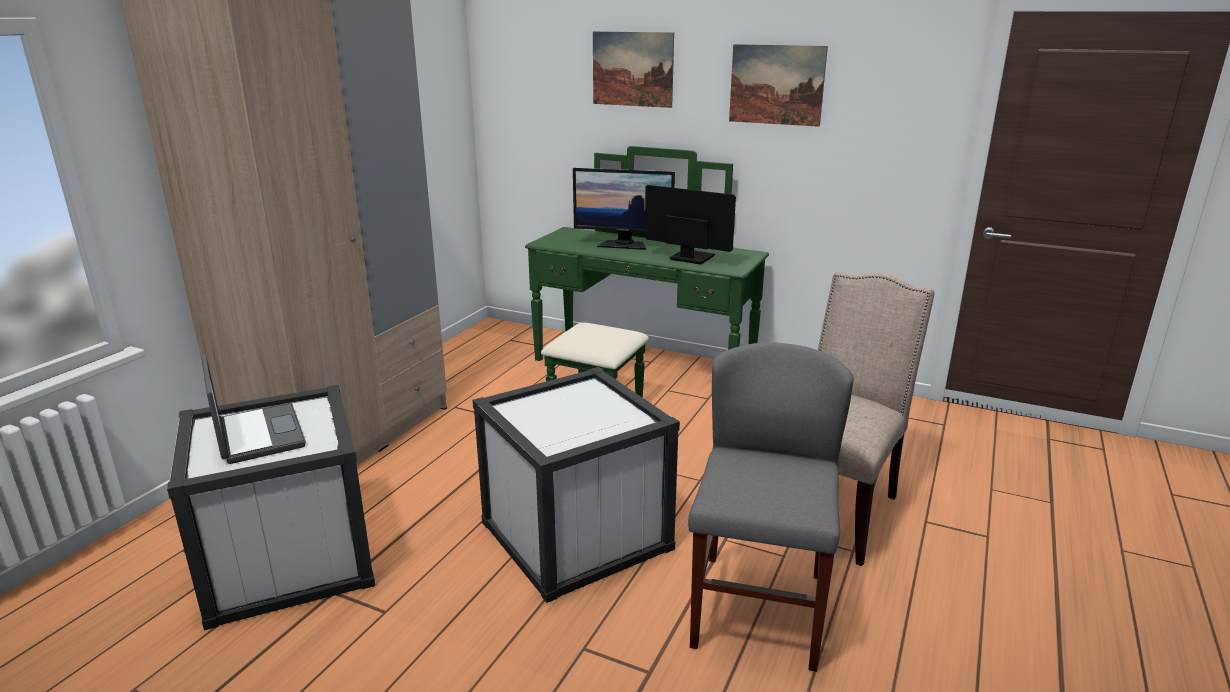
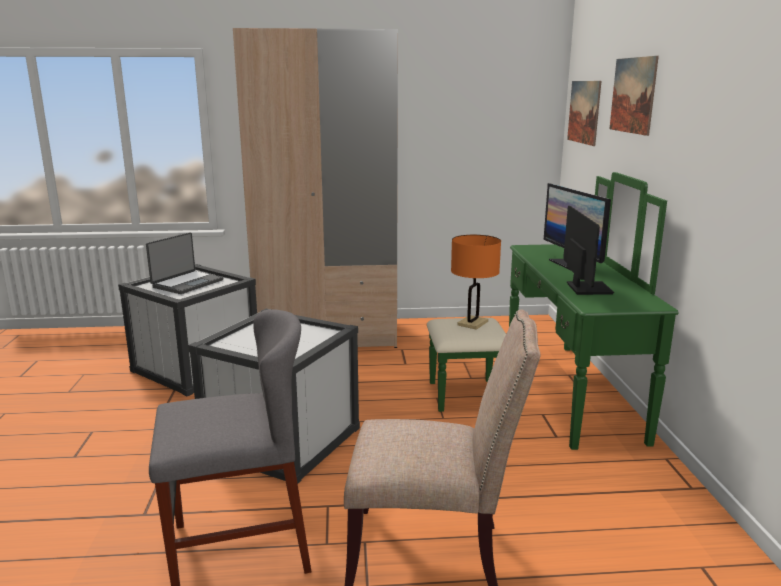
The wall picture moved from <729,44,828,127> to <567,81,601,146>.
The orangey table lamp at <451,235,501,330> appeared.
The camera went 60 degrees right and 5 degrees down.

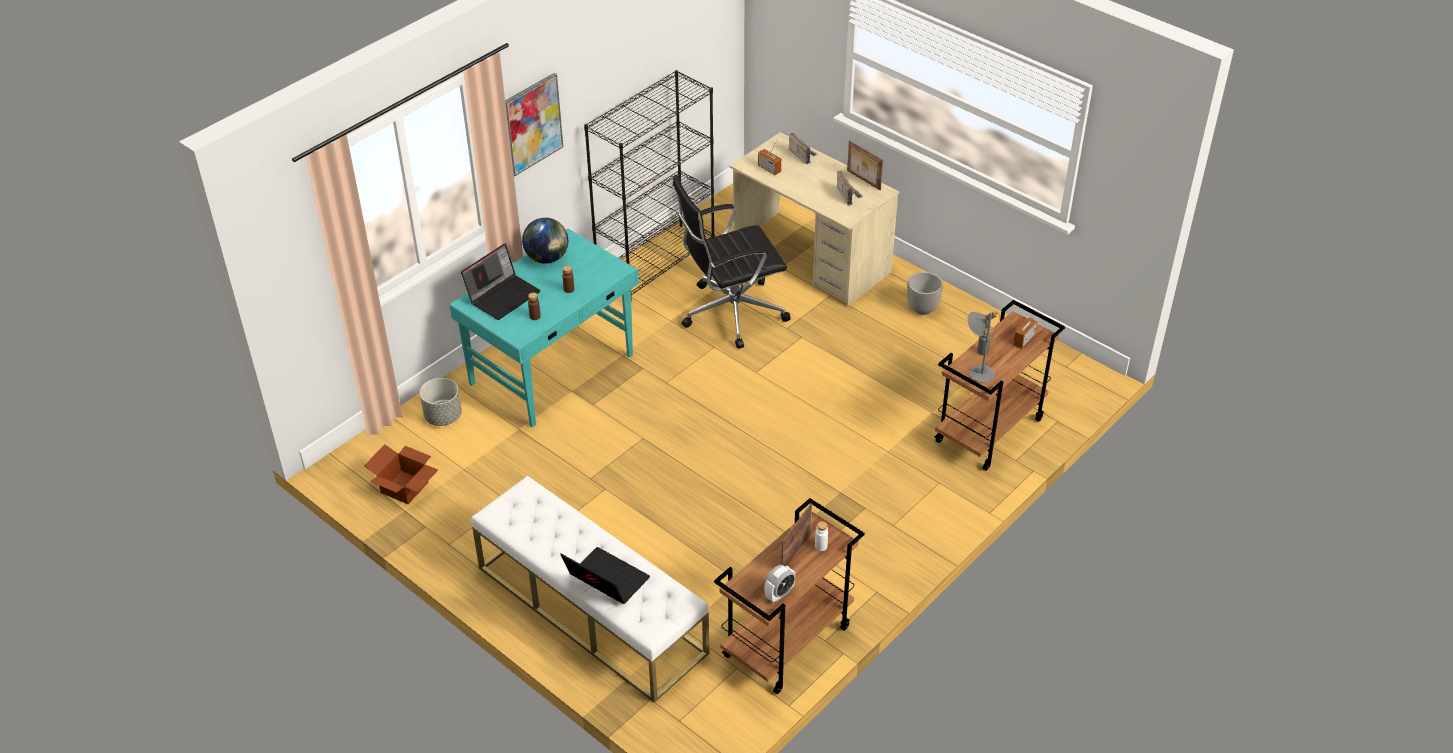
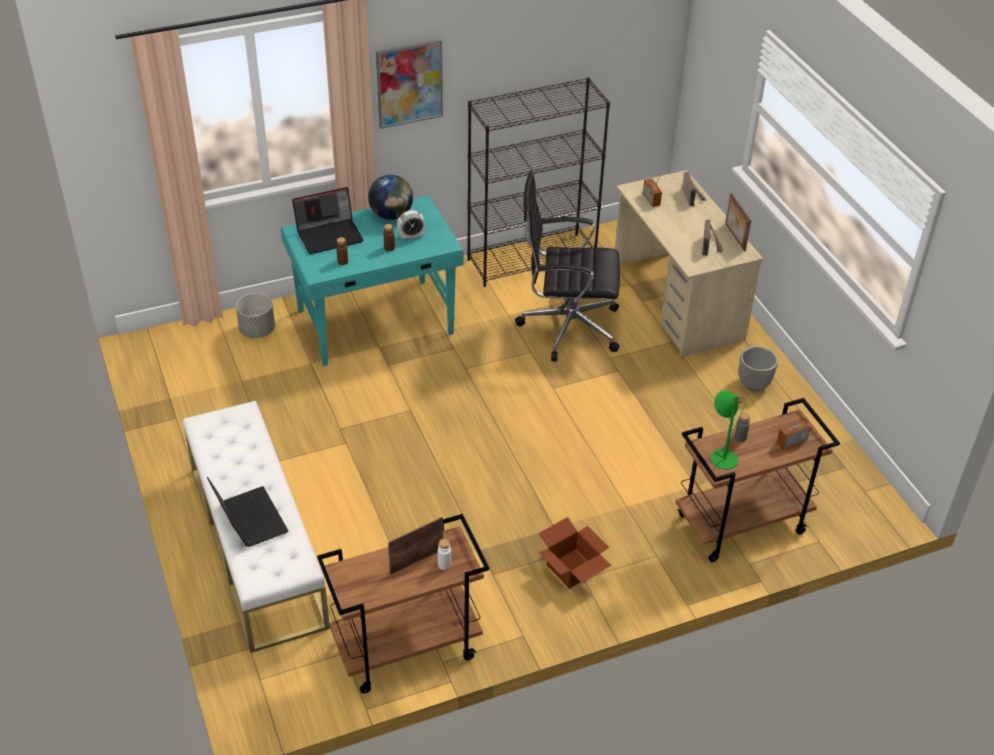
The greyish table lamp at <967,311,1000,383> became the greenish table lamp at <710,390,746,470>.
The cardboard box moved from <364,444,438,504> to <539,517,611,589>.
The bedside clock moved from <764,565,795,602> to <397,210,425,240>.
The camera went 25 degrees right and 0 degrees up.

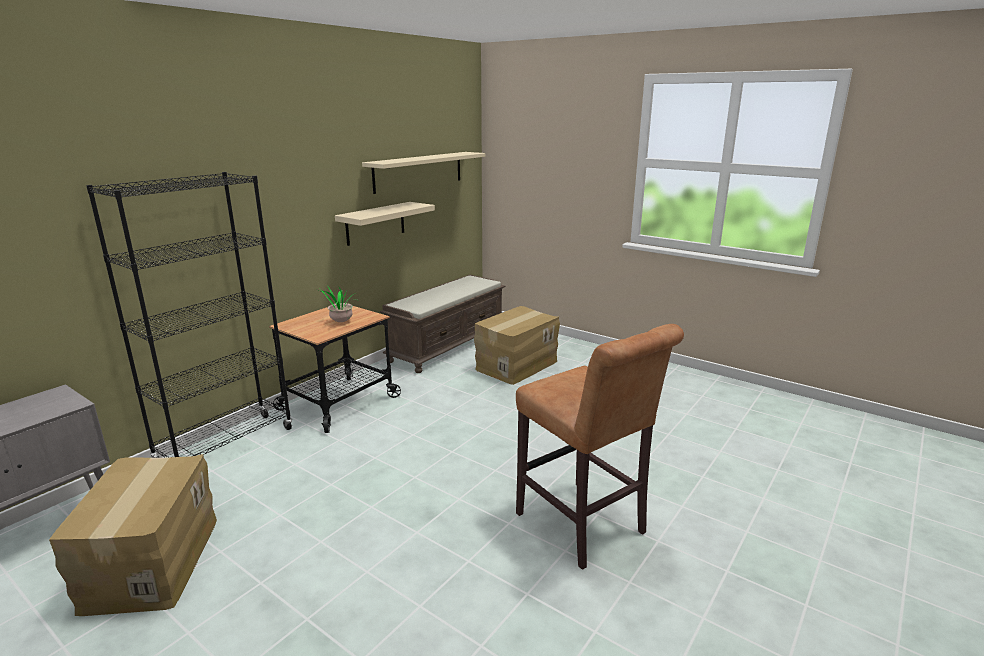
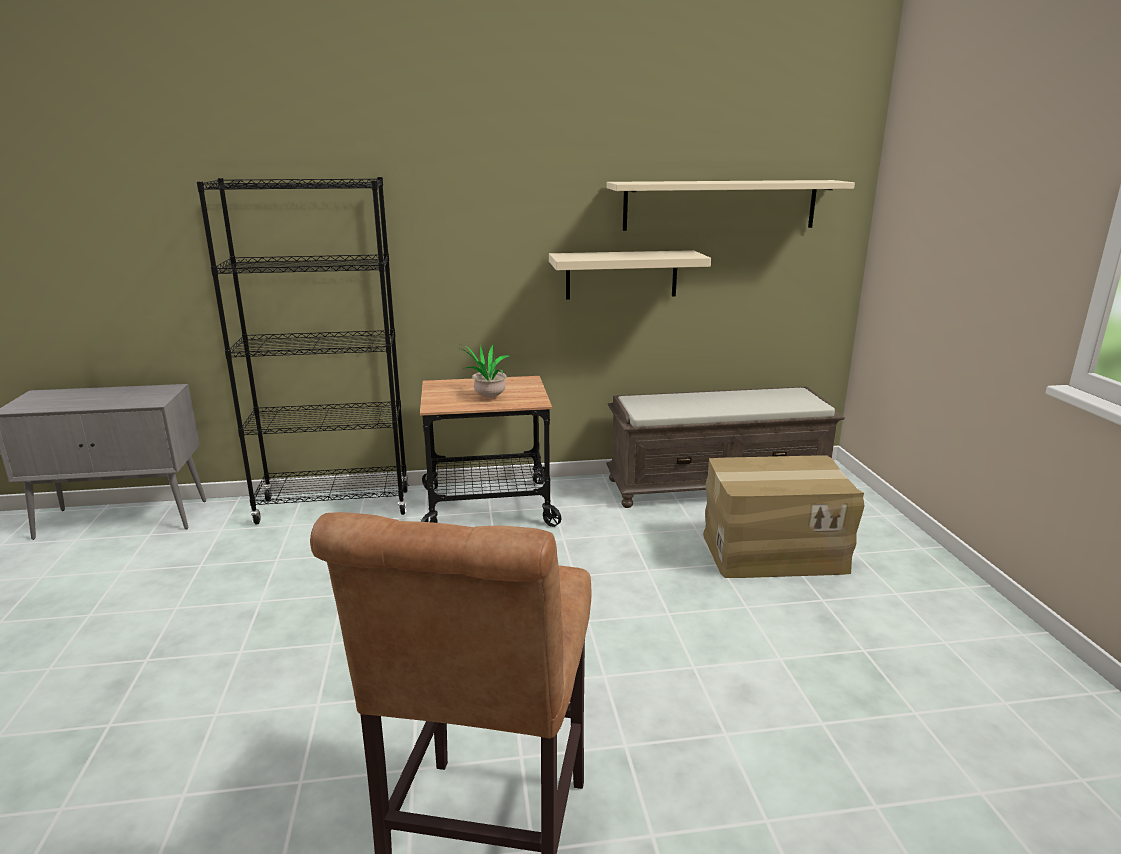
The cardboard box at <49,454,217,616> disappeared.
The camera went 45 degrees right and 0 degrees up.

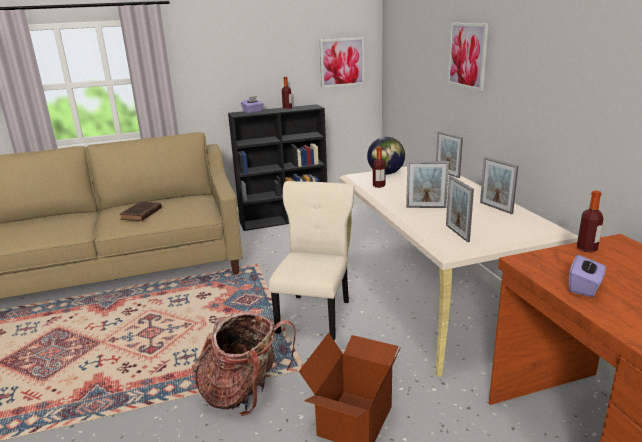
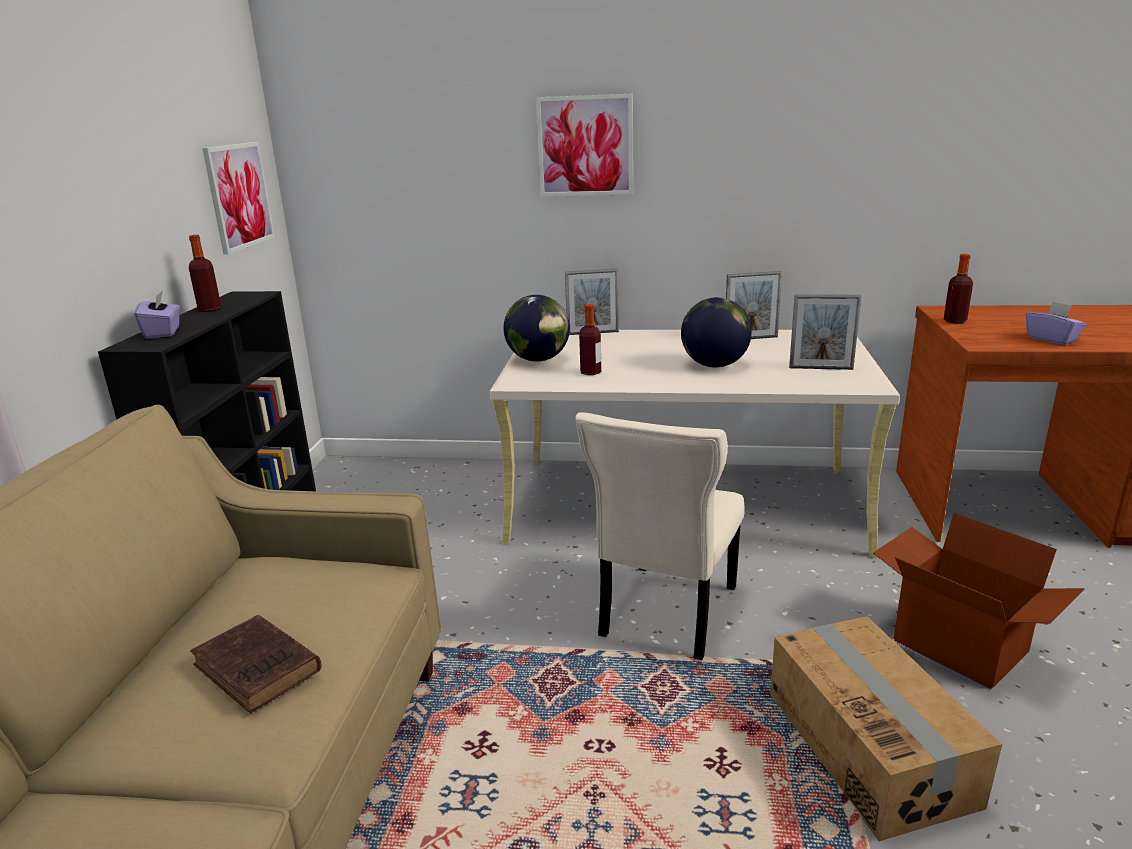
The photo frame at <406,161,449,208> was replaced by the world globe at <681,297,752,367>.
The sand-coloured chair at <269,181,354,340> turned 105 degrees counterclockwise.
The knapsack at <192,312,296,416> was replaced by the cardboard box at <770,616,1002,841>.
The camera went 65 degrees left and 0 degrees up.

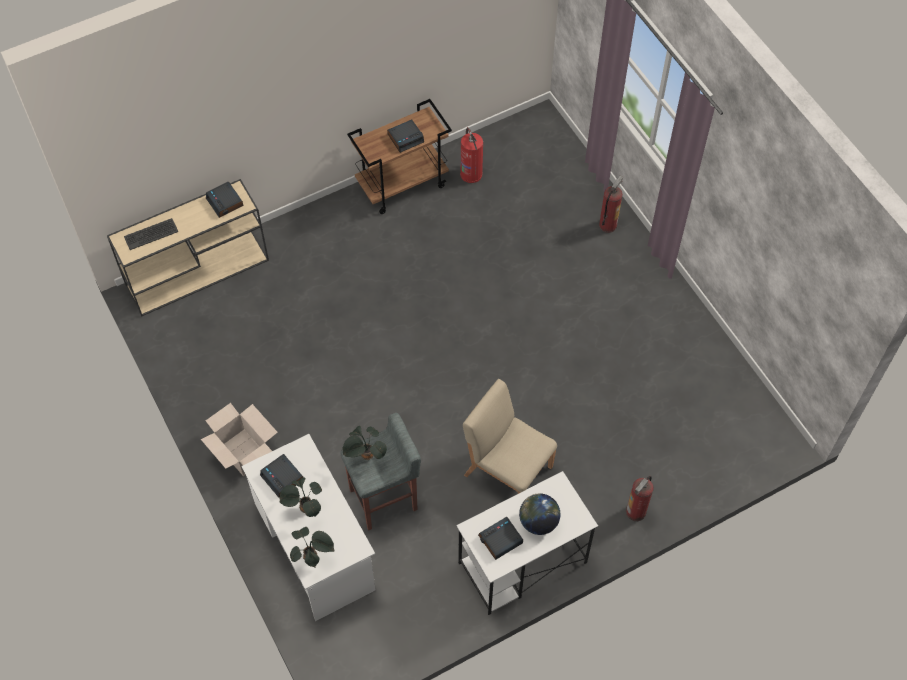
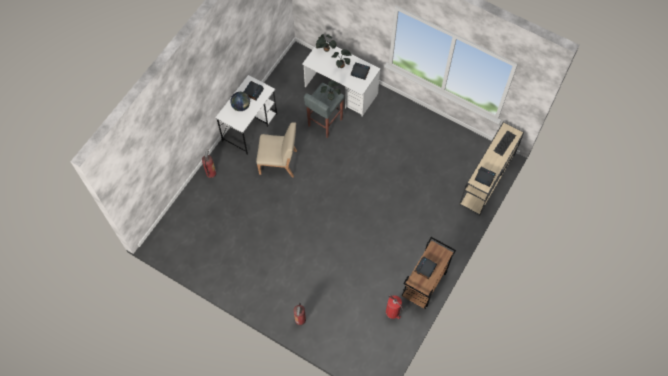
The cardboard box at <201,403,278,476> disappeared.
The camera went 150 degrees right and 5 degrees up.

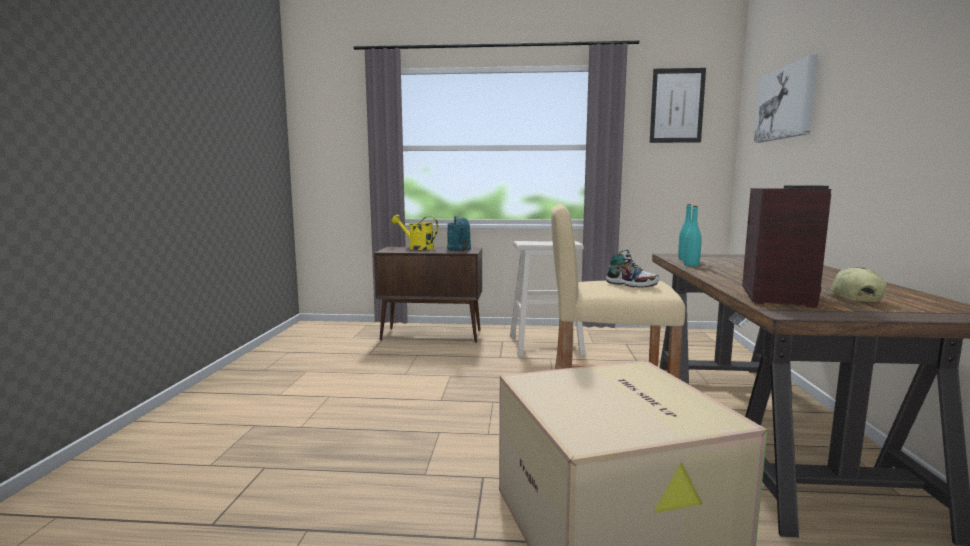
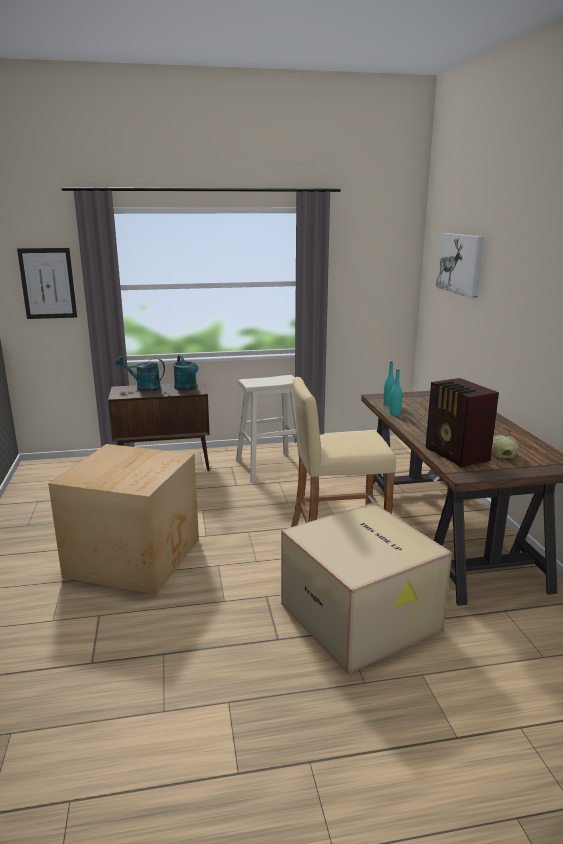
The wall picture moved from <650,68,706,143> to <17,248,77,319>.
The radio set at <742,186,831,308> turned 150 degrees clockwise.
The yellow watering can at <392,215,438,250> became the turquoise-coloured watering can at <116,356,165,392>.
The low shoe at <606,250,659,288> disappeared.
The cardboard box at <48,444,199,595> appeared.
The camera went 15 degrees left and 10 degrees up.

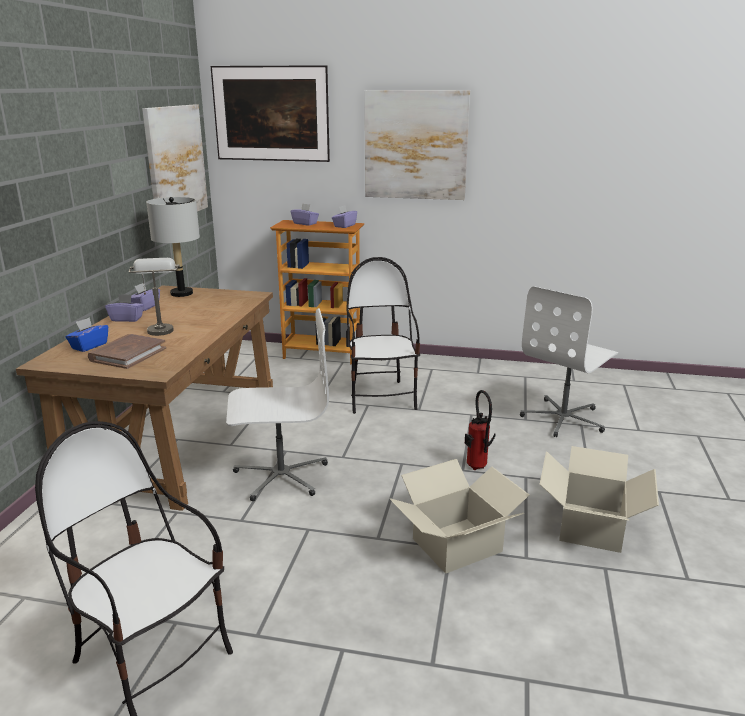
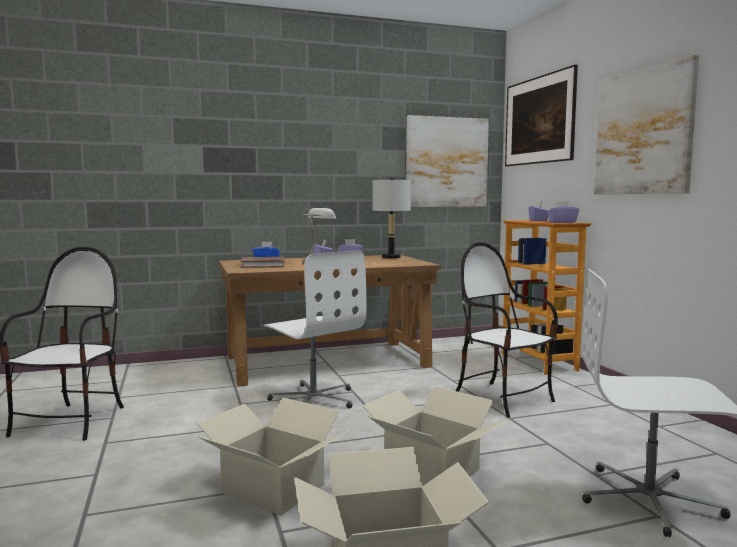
The chair at <346,257,420,414> turned 90 degrees counterclockwise.
The extinguisher at <465,390,496,470> was replaced by the cardboard box at <363,386,507,486>.
The camera went 60 degrees right and 15 degrees down.

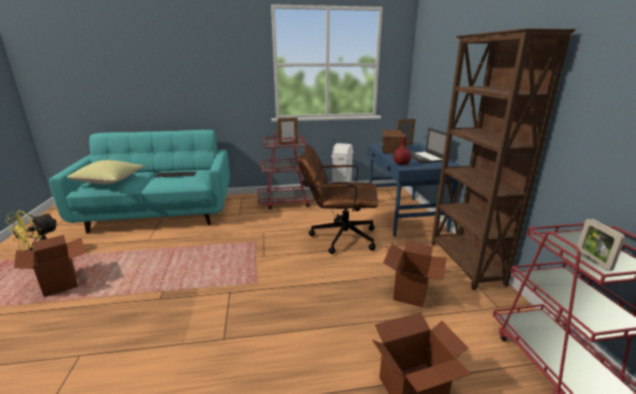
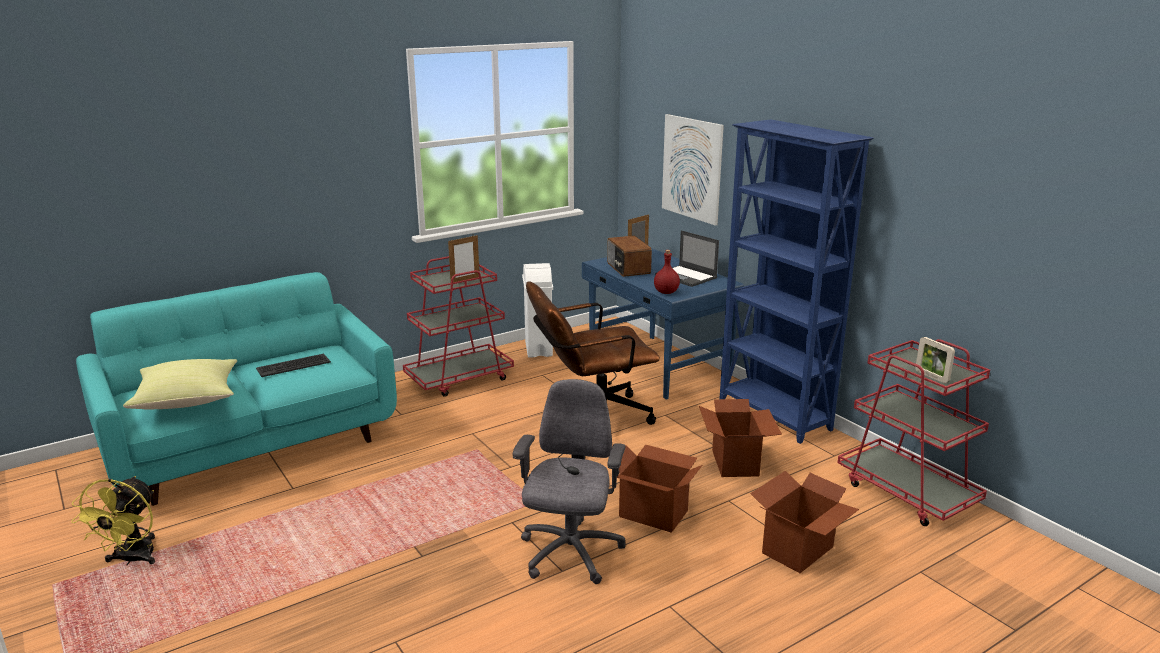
The brownish shelving unit at <431,28,576,290> became the blue shelving unit at <720,119,874,444>.
The cardboard box moved from <14,235,85,297> to <617,444,702,533>.
The wall picture at <662,114,724,226> appeared.
The greyish desk chair at <513,379,626,584> appeared.
The camera went 25 degrees left and 0 degrees up.

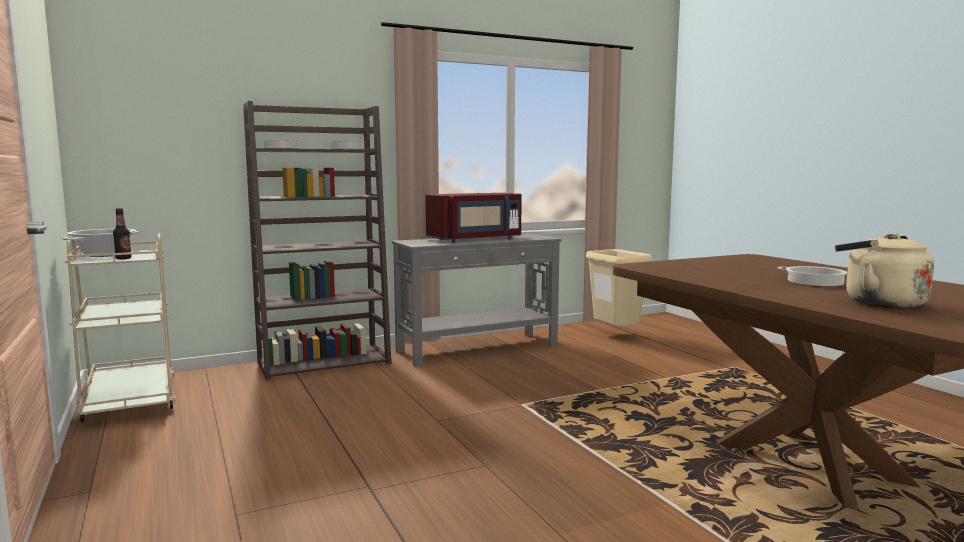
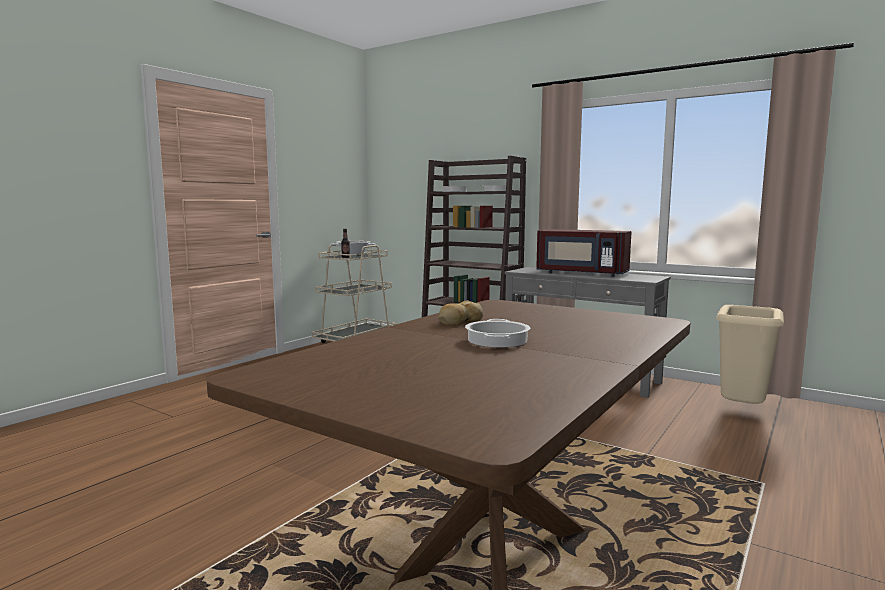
The sand-coloured tea kettle at <835,233,934,308> disappeared.
The baked bread at <439,300,483,326> appeared.
The camera went 60 degrees right and 0 degrees up.

